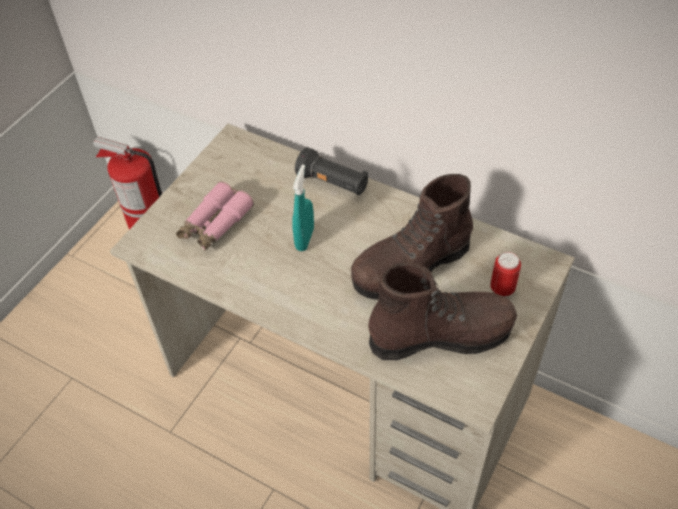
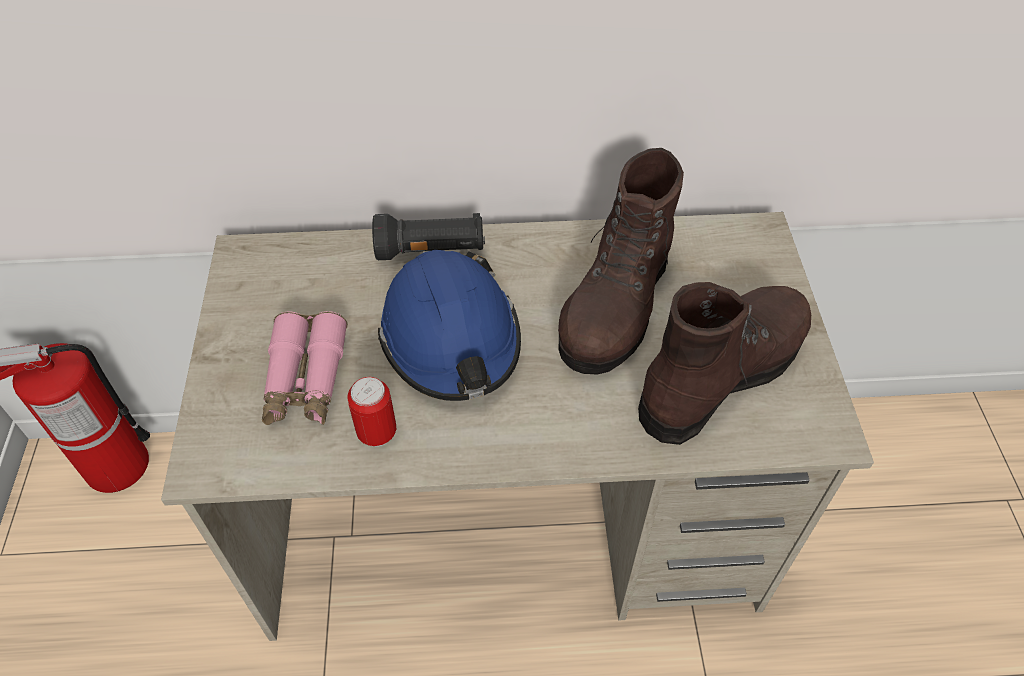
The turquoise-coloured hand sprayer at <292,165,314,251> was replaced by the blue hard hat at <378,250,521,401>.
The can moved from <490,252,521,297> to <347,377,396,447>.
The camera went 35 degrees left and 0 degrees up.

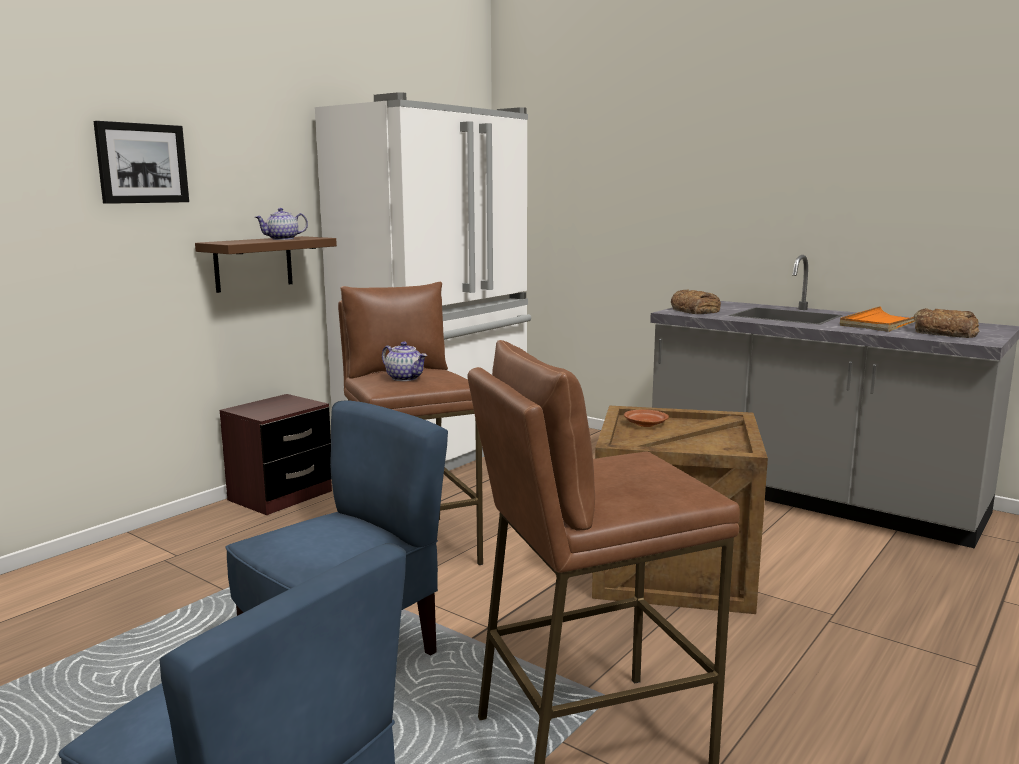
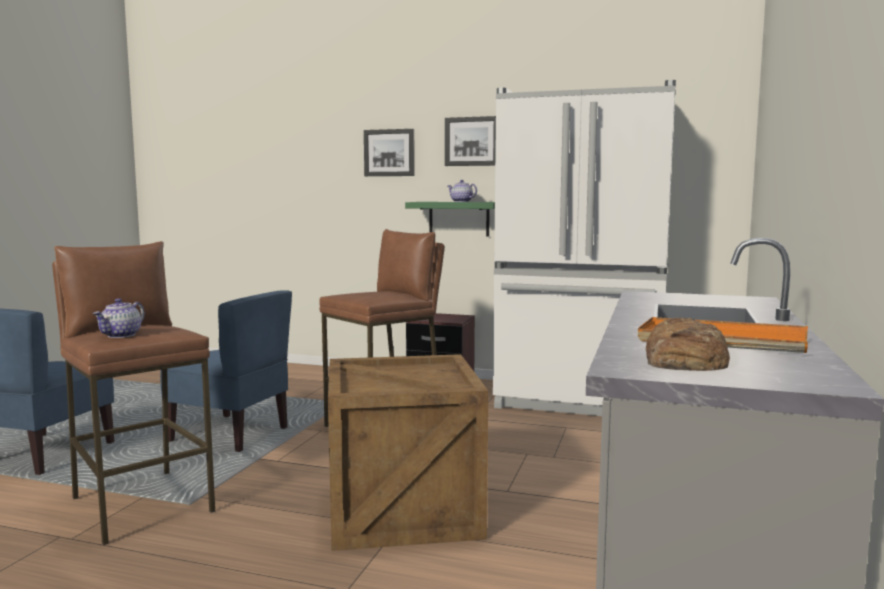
The brownish wall shelf at <195,236,337,293> became the greenish wall shelf at <405,202,495,237>.
The baked bread at <671,290,721,314> disappeared.
The pot for tea moved from <382,342,427,381> to <93,298,145,338>.
The brownish dinner plate at <624,409,669,427> disappeared.
The wall picture at <445,116,496,166> appeared.
The camera went 70 degrees right and 5 degrees down.

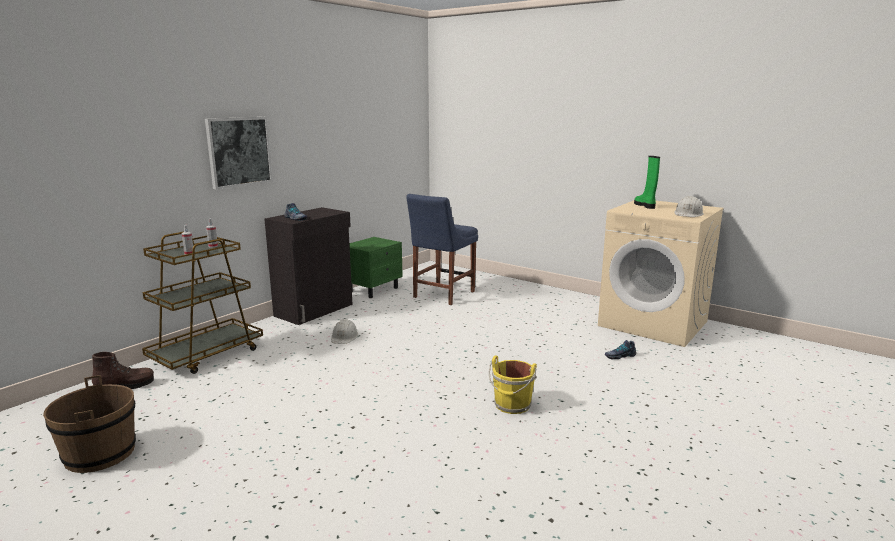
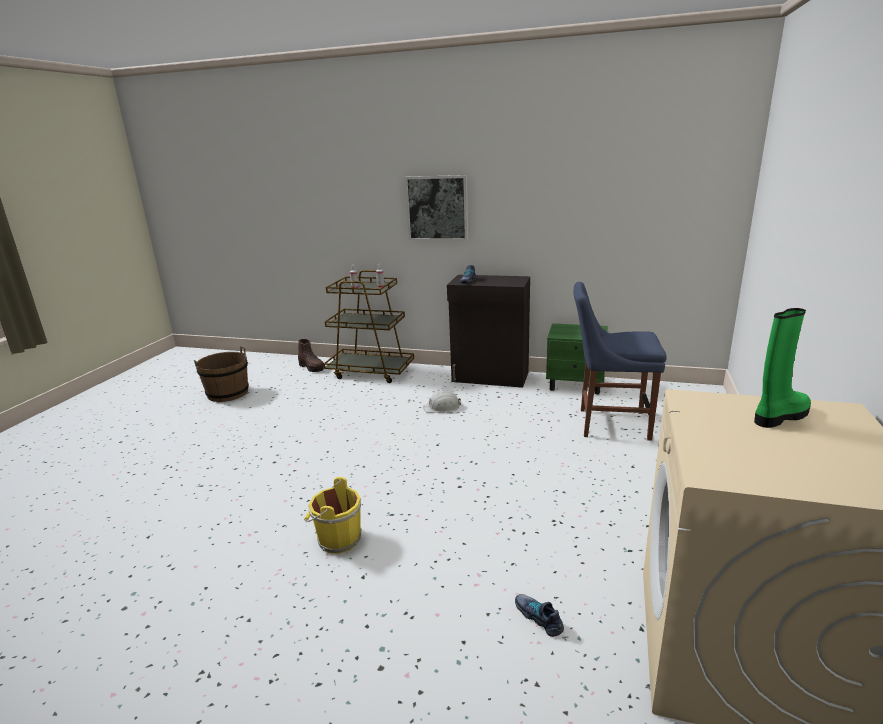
The whitish hard hat at <674,196,704,217> disappeared.
The camera went 70 degrees right and 5 degrees up.

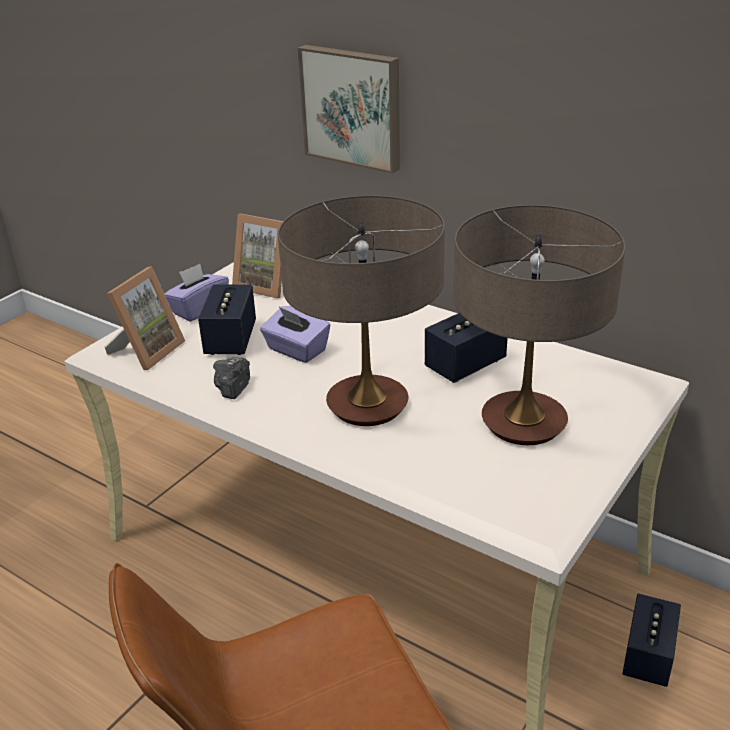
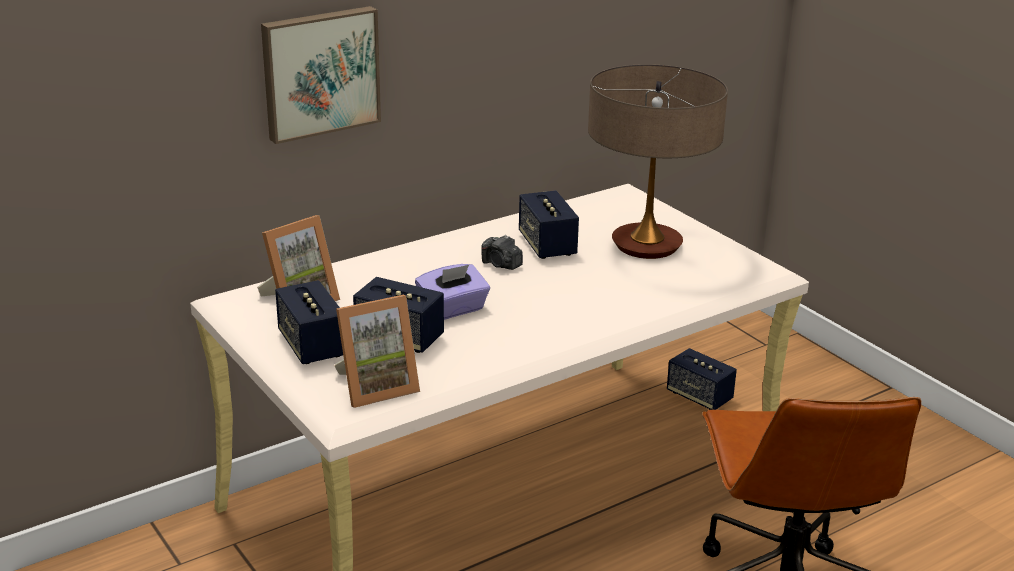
The table lamp at <278,196,445,426> disappeared.
The purple-coloured tissue holder at <165,264,229,322> was replaced by the audio speaker at <275,280,343,364>.
The photo frame at <104,266,185,370> turned 105 degrees clockwise.
The still camera moved from <213,357,250,399> to <481,235,523,270>.
The camera went 70 degrees left and 5 degrees down.

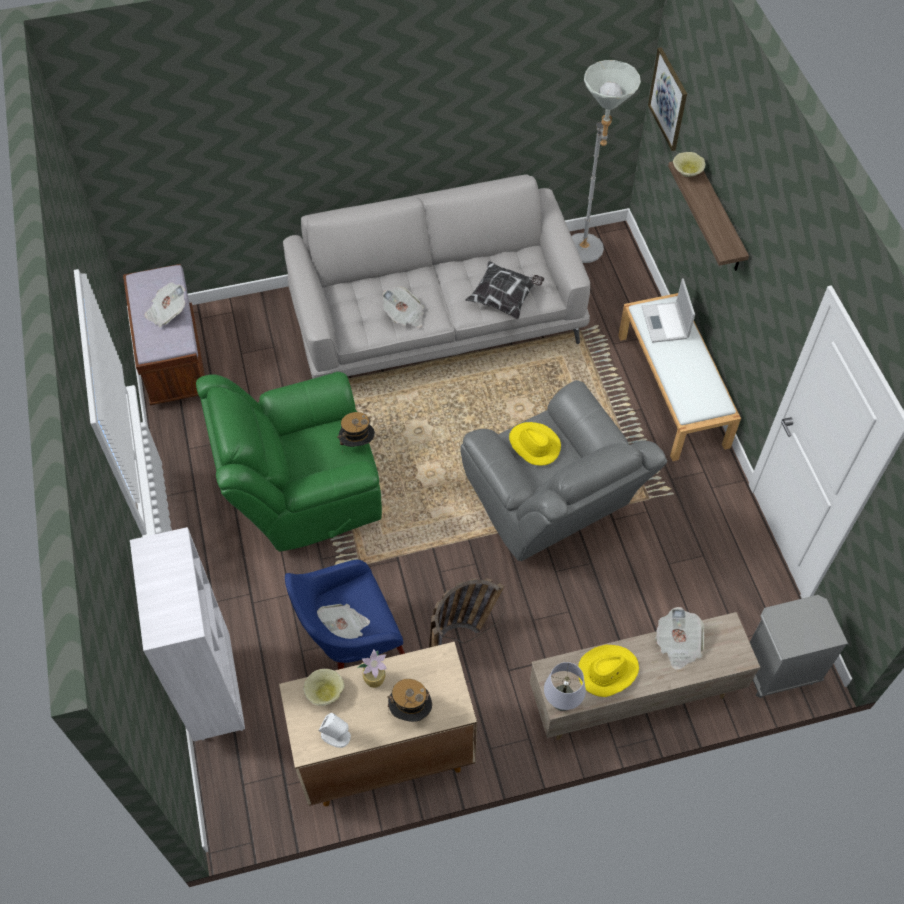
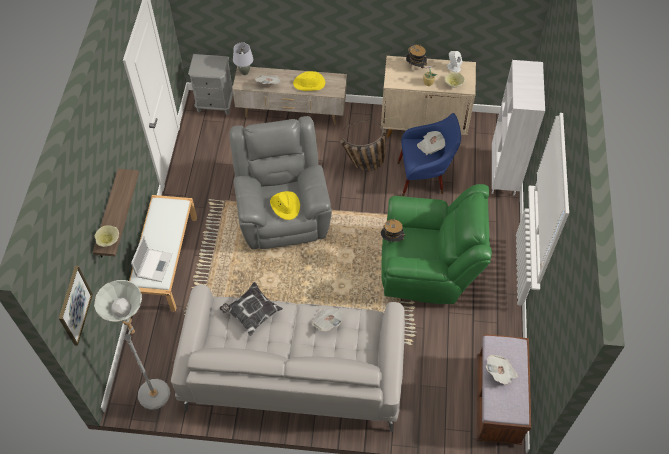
The greyish table lamp moved from <544,662,586,711> to <233,42,253,75>.
The camera went 160 degrees left and 0 degrees up.

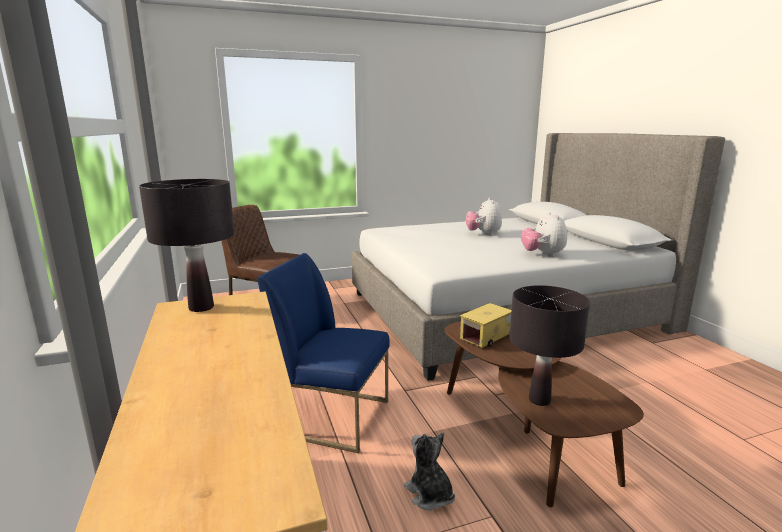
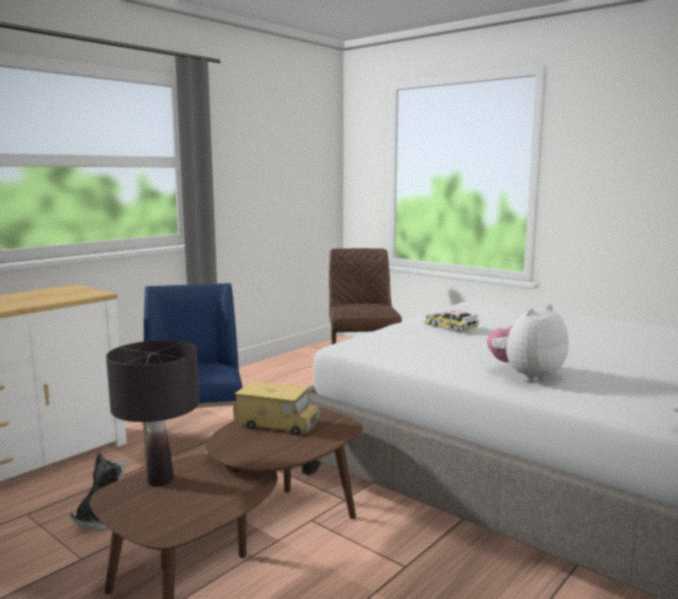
The black table lamp at <139,179,235,312> disappeared.
The plush toy at <466,198,502,236> disappeared.
The model car at <425,310,479,332> appeared.
The camera went 60 degrees right and 5 degrees down.

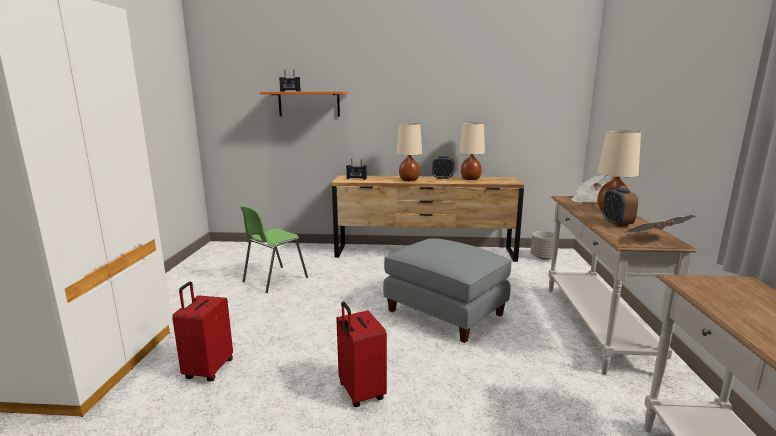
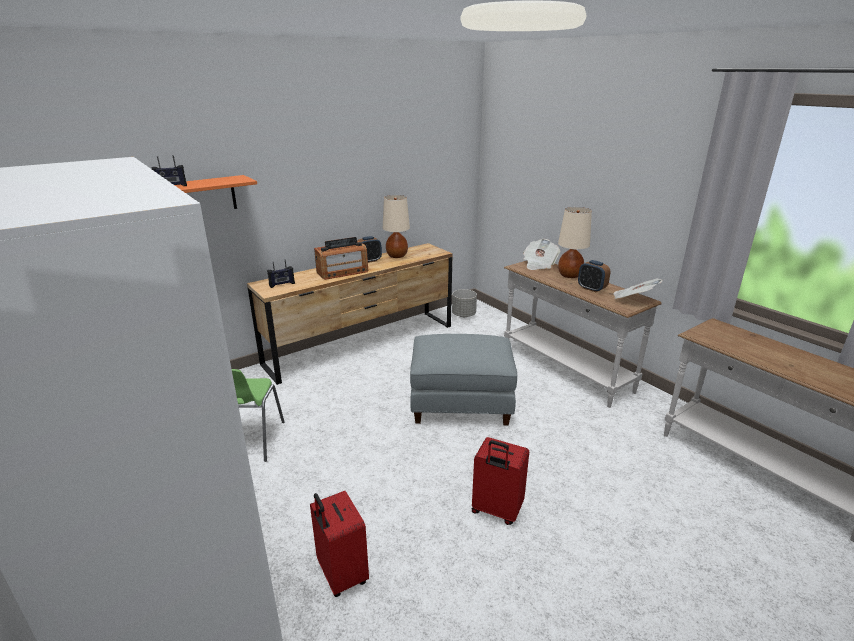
The sand-coloured table lamp at <397,123,422,181> was replaced by the radio set at <314,237,368,280>.
The camera went 40 degrees left and 10 degrees up.

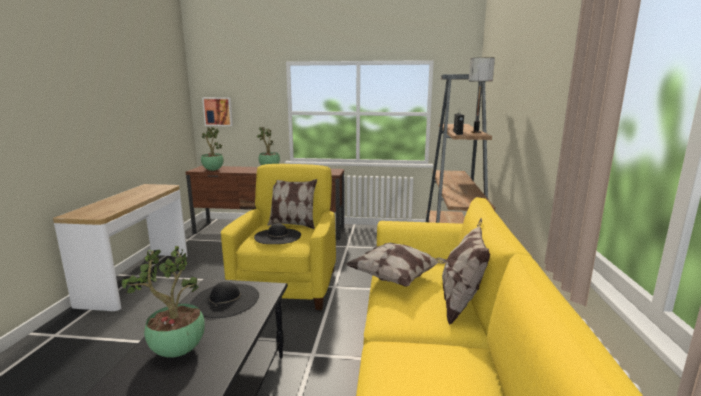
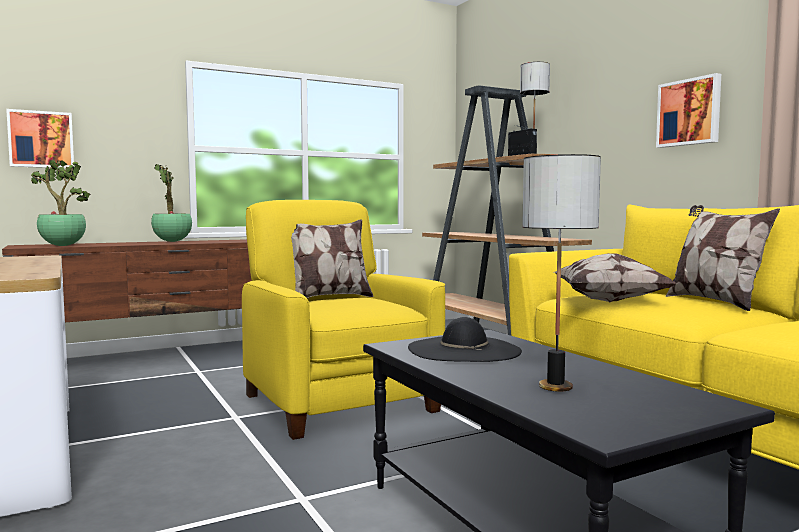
The black clothing hat at <254,223,301,244> disappeared.
The potted plant at <121,246,205,358> was replaced by the table lamp at <522,154,601,392>.
The wall picture at <656,73,721,148> appeared.
The camera went 35 degrees left and 10 degrees down.

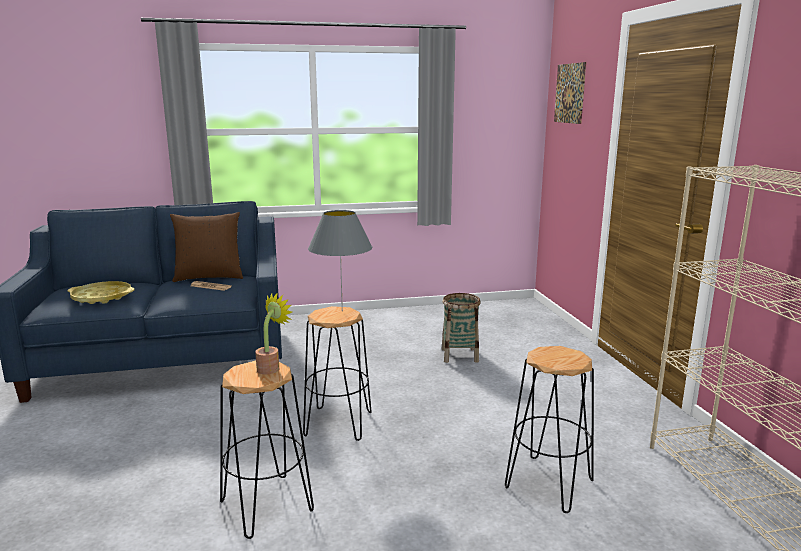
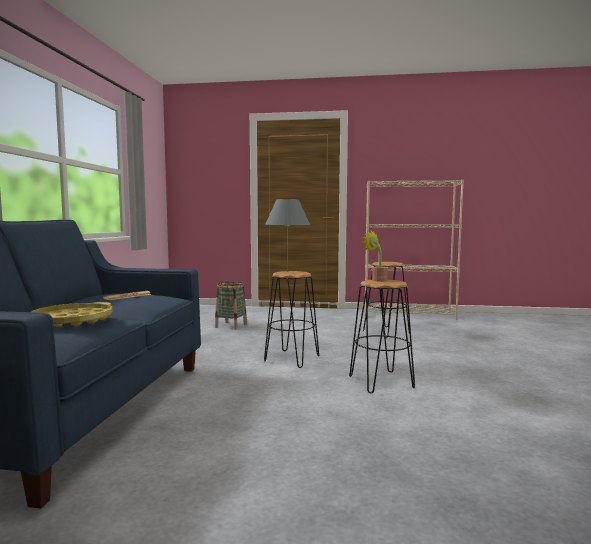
The wall picture at <554,62,586,124> disappeared.
The brownish cushion at <170,212,243,282> disappeared.
The camera went 70 degrees left and 10 degrees down.

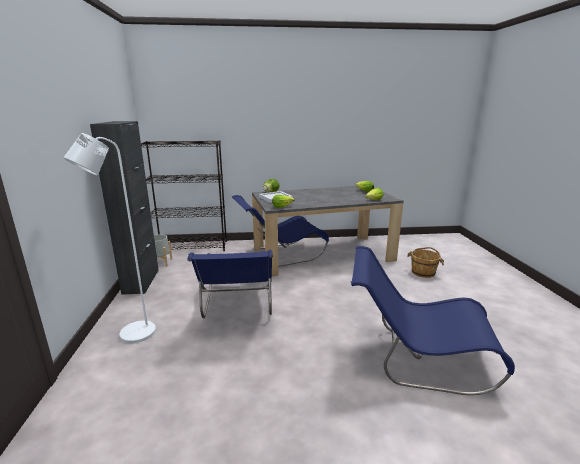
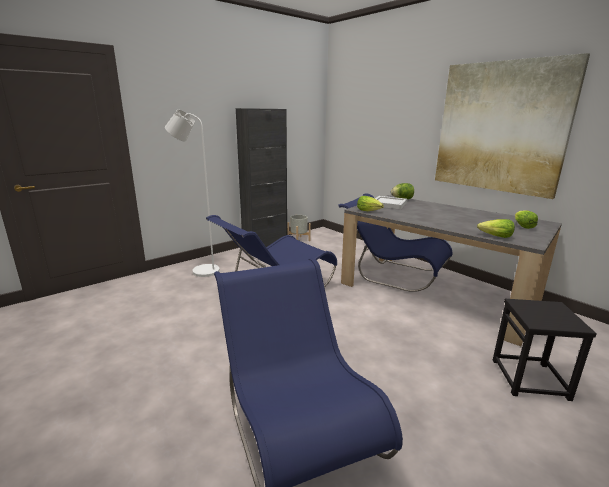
The black shelving unit at <141,140,227,251> disappeared.
The brownish bucket at <408,247,444,278> was replaced by the black stool at <493,299,597,401>.
The wall picture at <435,53,590,199> appeared.
The camera went 55 degrees right and 0 degrees up.

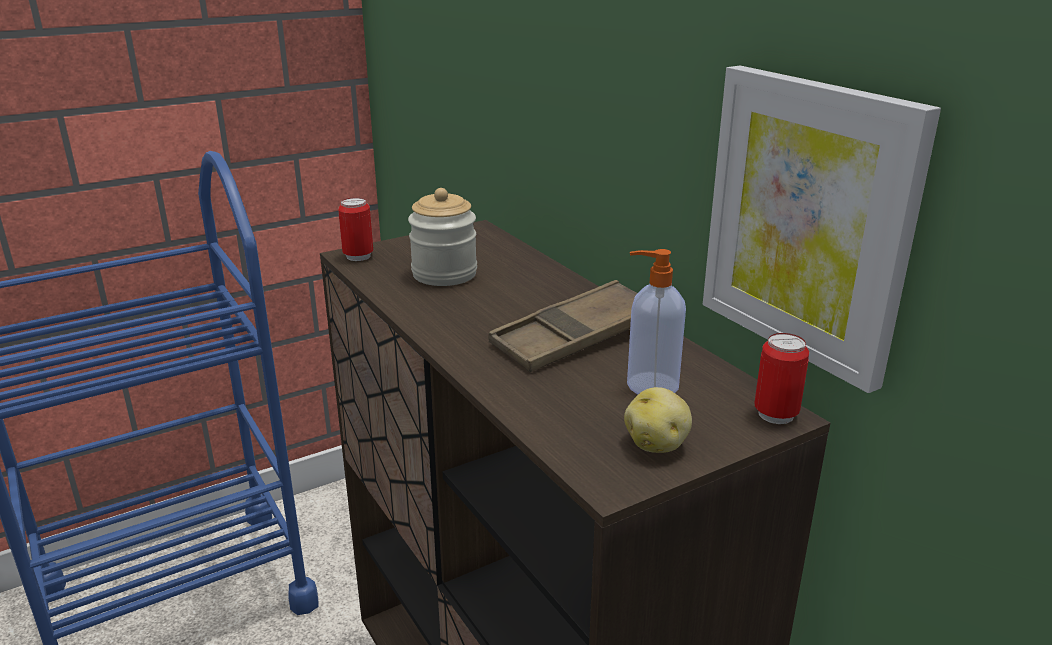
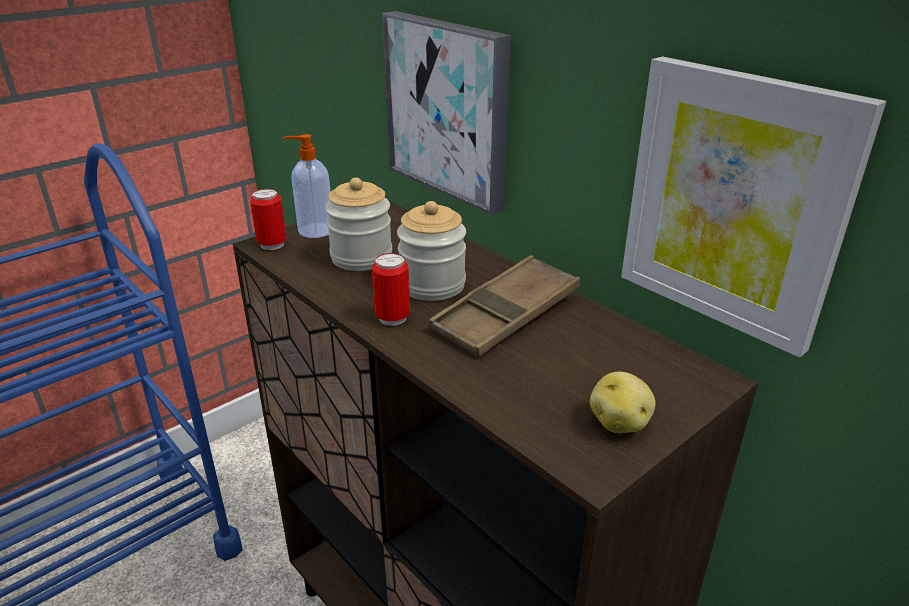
The liquid soap bottle moved from <627,249,686,394> to <283,134,330,238>.
The can moved from <754,333,809,424> to <372,253,410,326>.
The wall picture at <382,11,511,215> appeared.
The jar at <397,201,466,301> appeared.
The camera went 10 degrees left and 5 degrees up.

